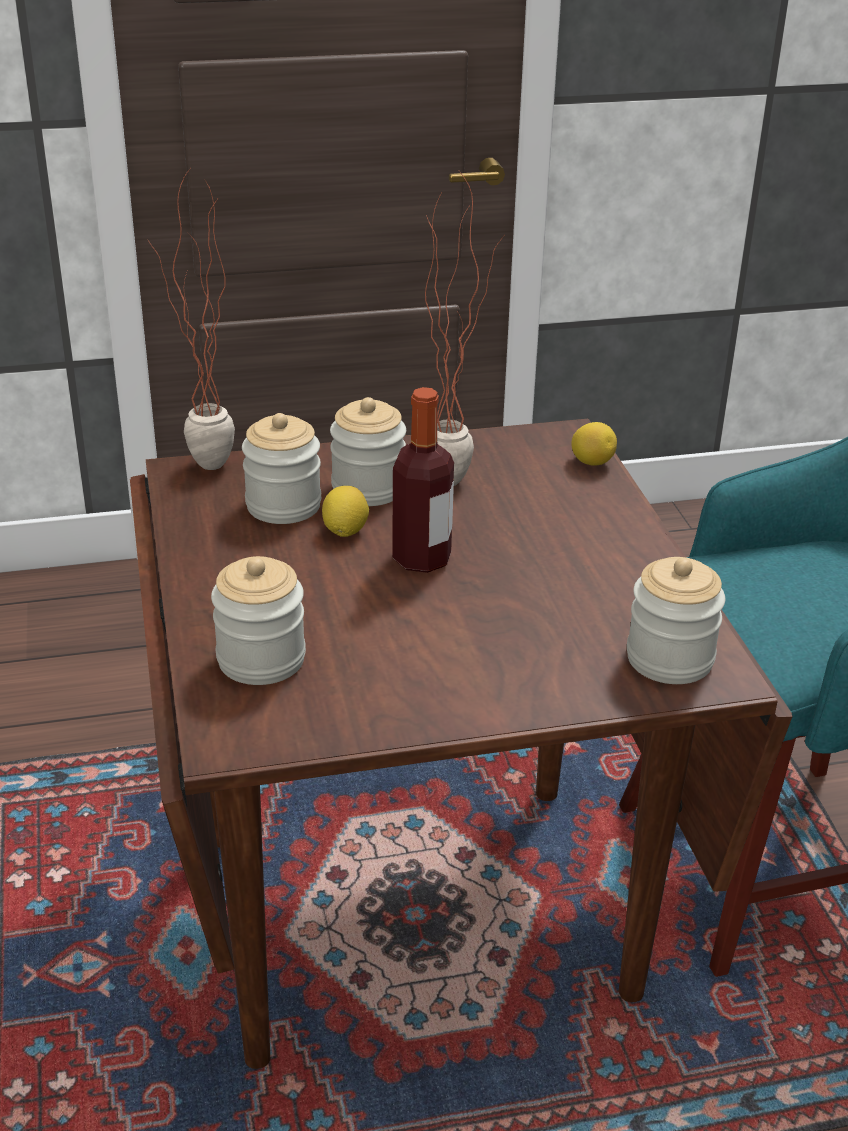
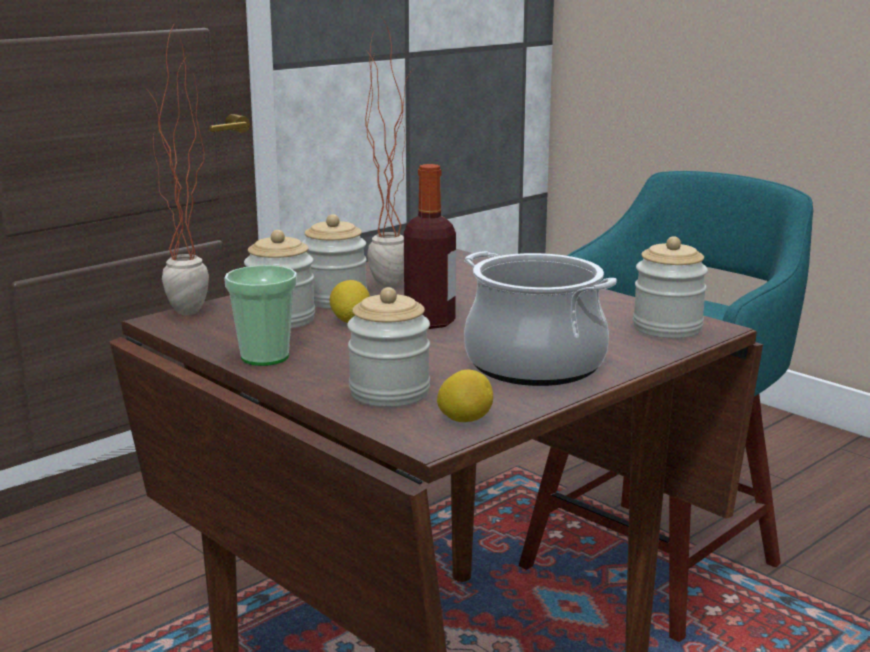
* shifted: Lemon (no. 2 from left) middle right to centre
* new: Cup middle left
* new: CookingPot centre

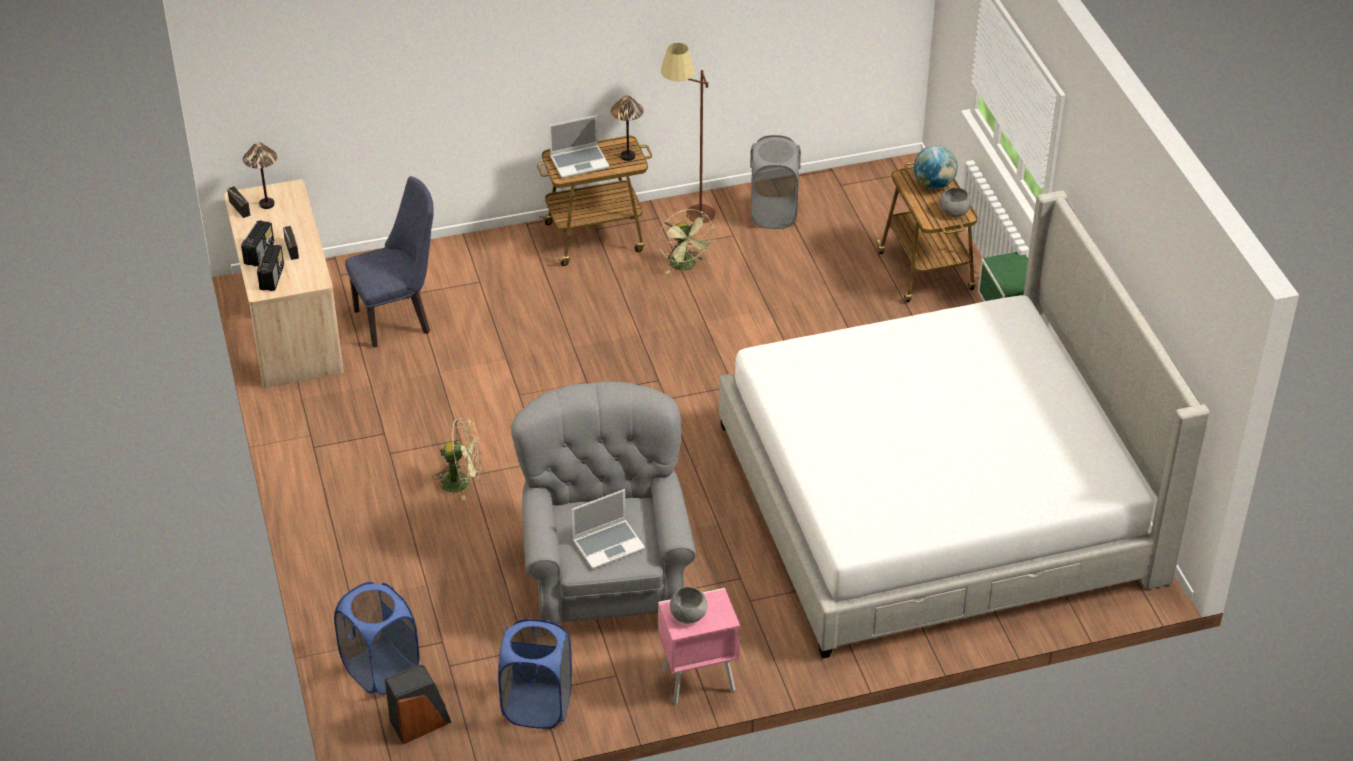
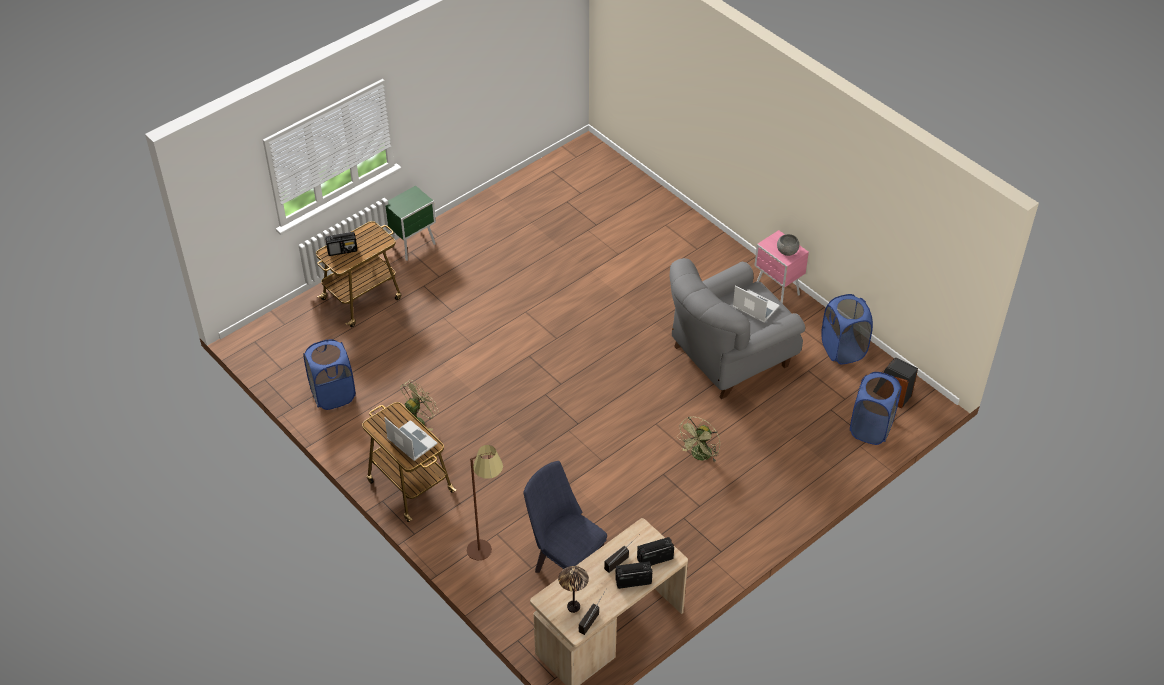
* rotated: GreenFan (no. 1 from left in the first image) centre = centre 120 degrees counterclockwise
* gone: TableLamp (no. 2 from left) top centre
* shifted: BrownFloorLamp top centre to bottom centre
* gone: Bed middle right
* repainted: GreyLaundryBasket top centre to BlueLaundryBasket (no. 1 from left) middle left
* swapped: Globe top right to Radio (no. 1 from left) middle left
* gone: GreyBowl (no. 2 from left) top right

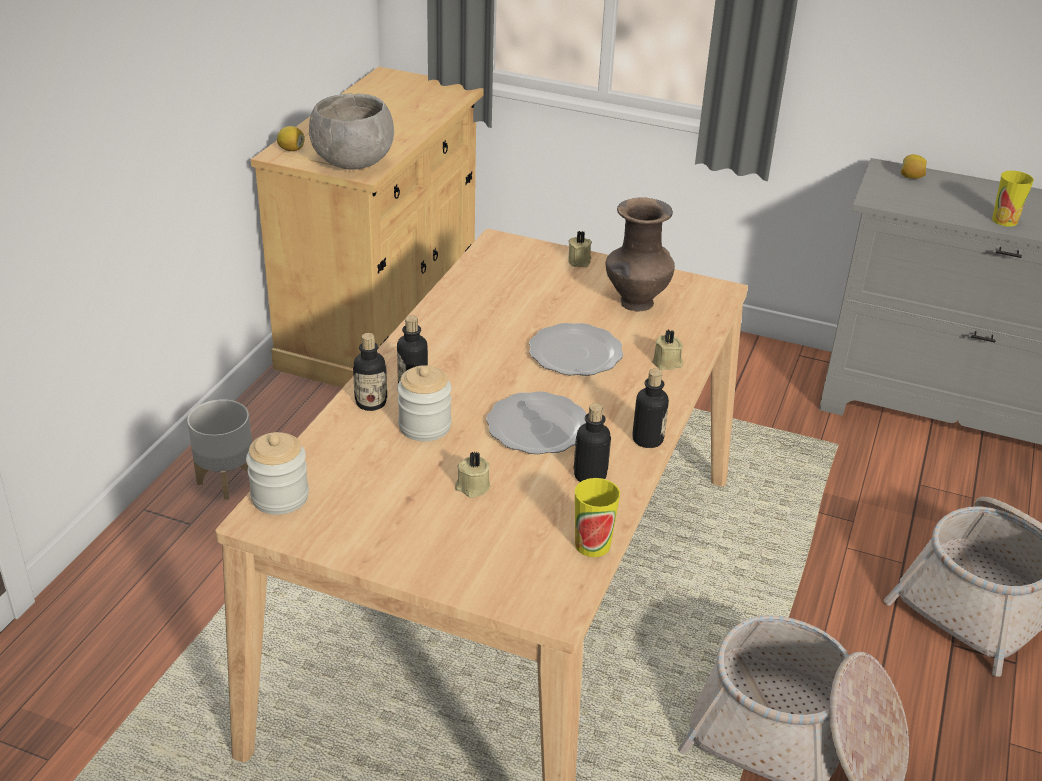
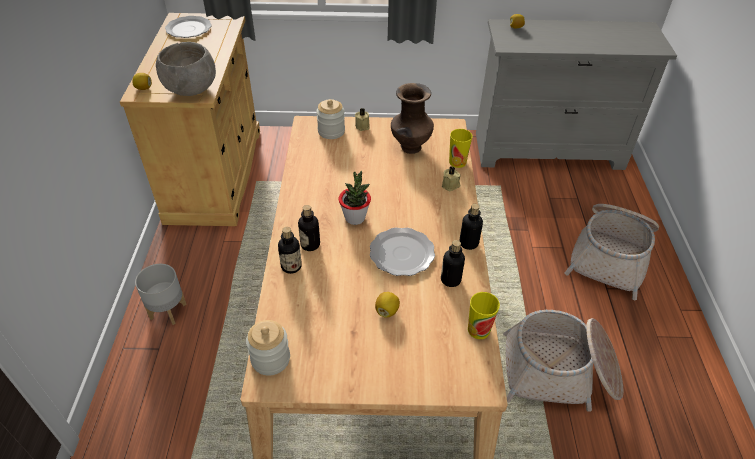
* shifted: Jar (no. 2 from left) centre to top centre
* swapped: BeigeCandle (no. 1 from left) centre to Lemon (no. 2 from left) centre
* shifted: Plate (no. 2 from left in the first image) centre to Plate (no. 1 from left) top left
* shifted: Cup (no. 2 from left in the first image) top right to Cup (no. 1 from left) top centre
* new: PottedPlant centre

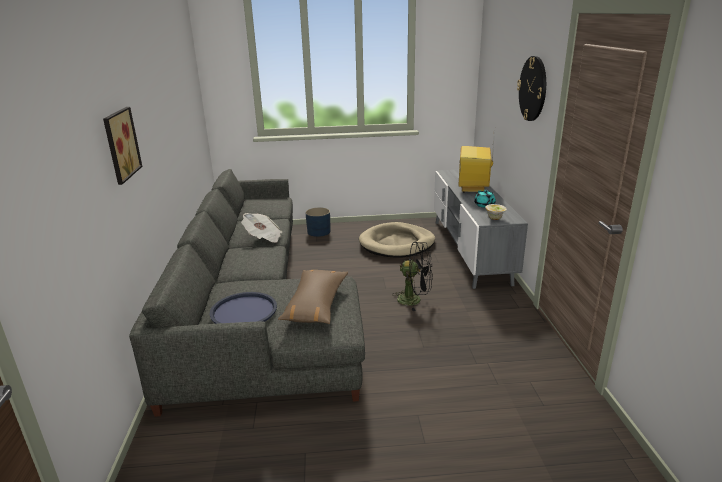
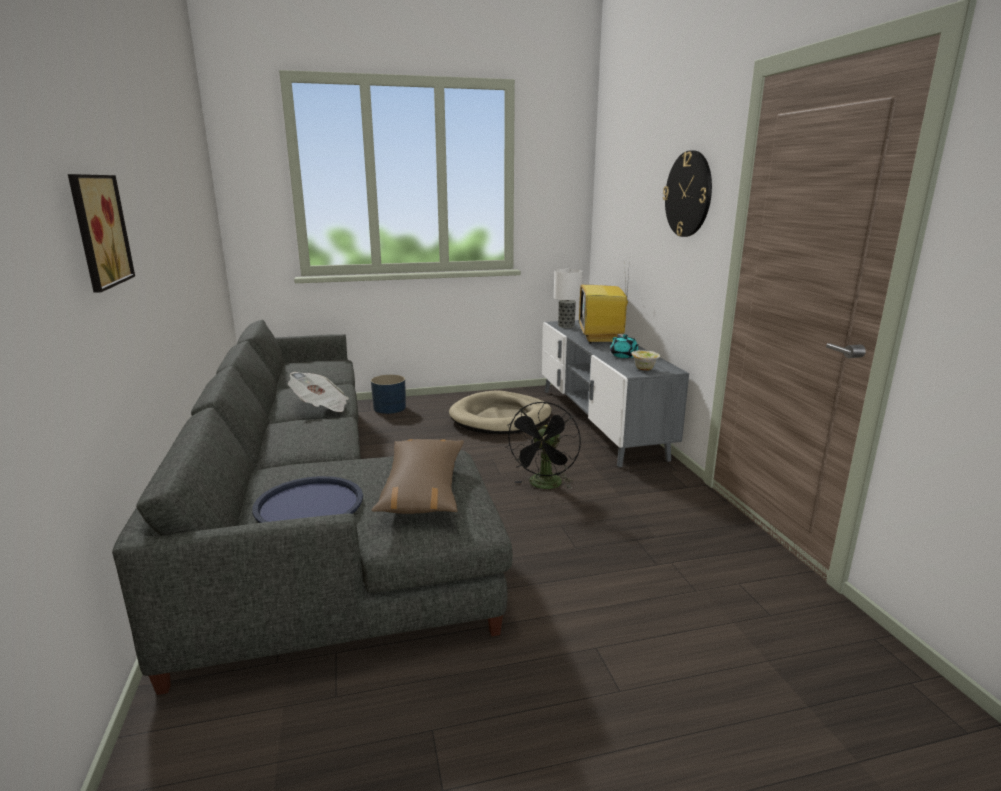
* rotated: BlackFan centre = centre 105 degrees clockwise
* new: TableLamp centre

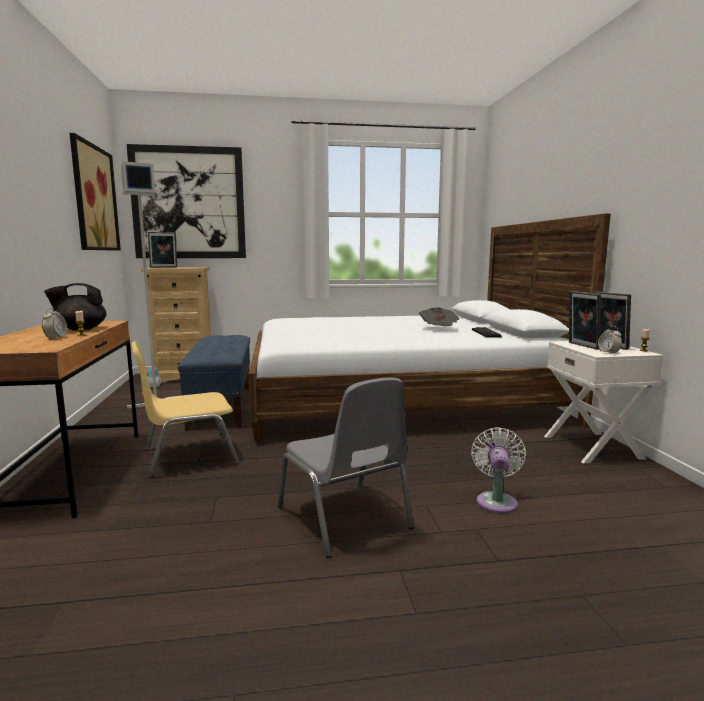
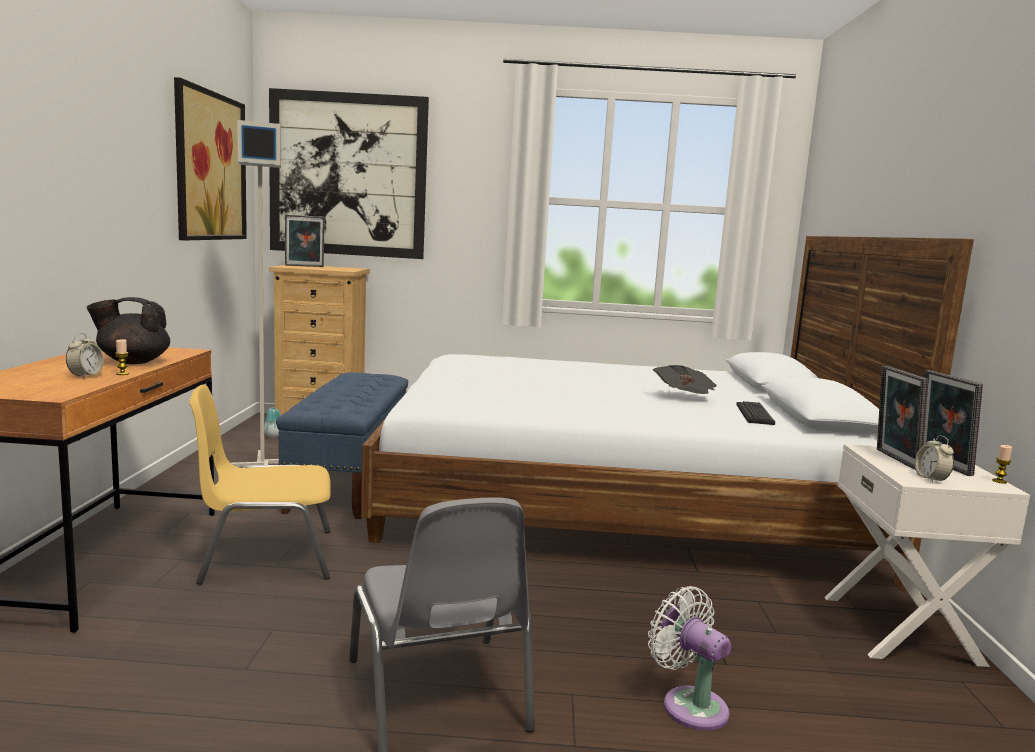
* rotated: WhiteFan bottom right = bottom centre 60 degrees counterclockwise

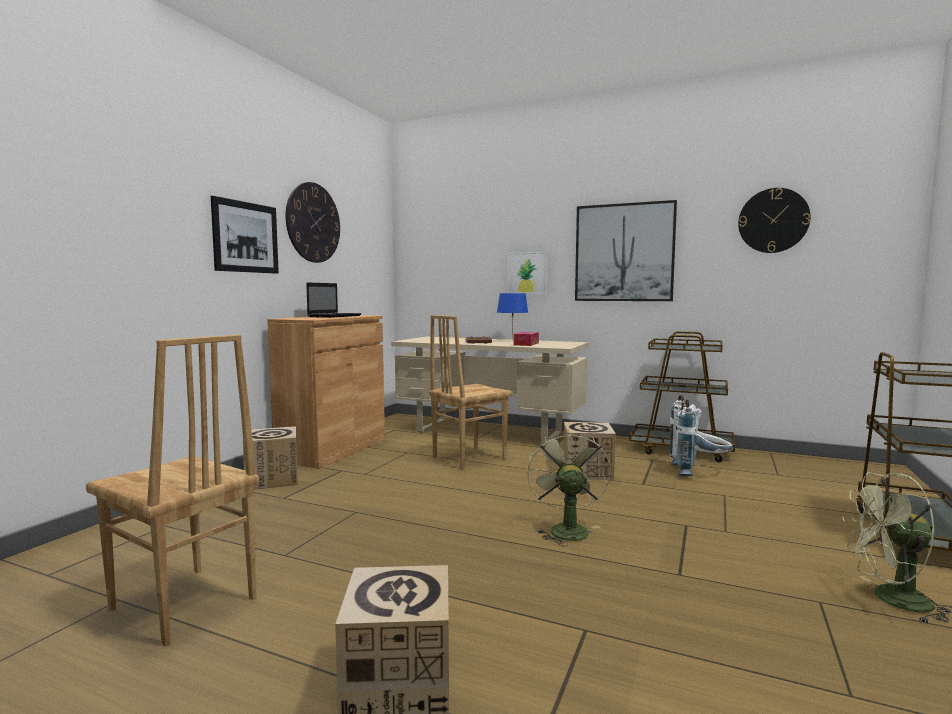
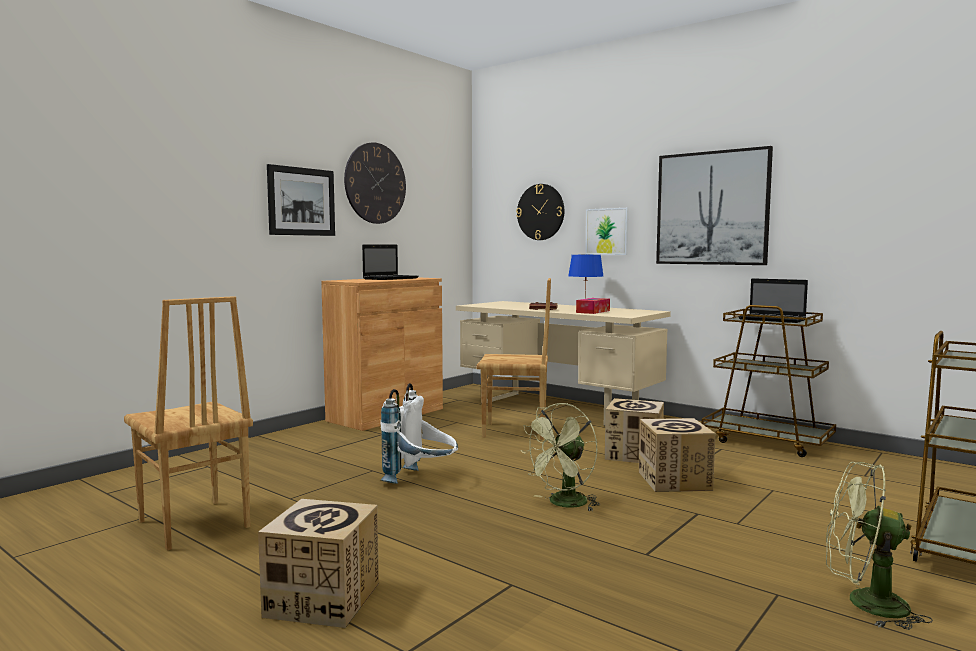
* shifted: CardboardBox (no. 1 from left in the first image) middle left to CardboardBox (no. 3 from left) bottom right
* rotated: BrownChair (no. 2 from left) centre = centre 150 degrees counterclockwise
* rotated: GreenFan (no. 1 from left) bottom centre = bottom centre 150 degrees counterclockwise
* shifted: WhiteBackpack middle right to centre
* shifted: WallClock (no. 2 from left) top right to top centre
* new: Laptop (no. 2 from left) middle right

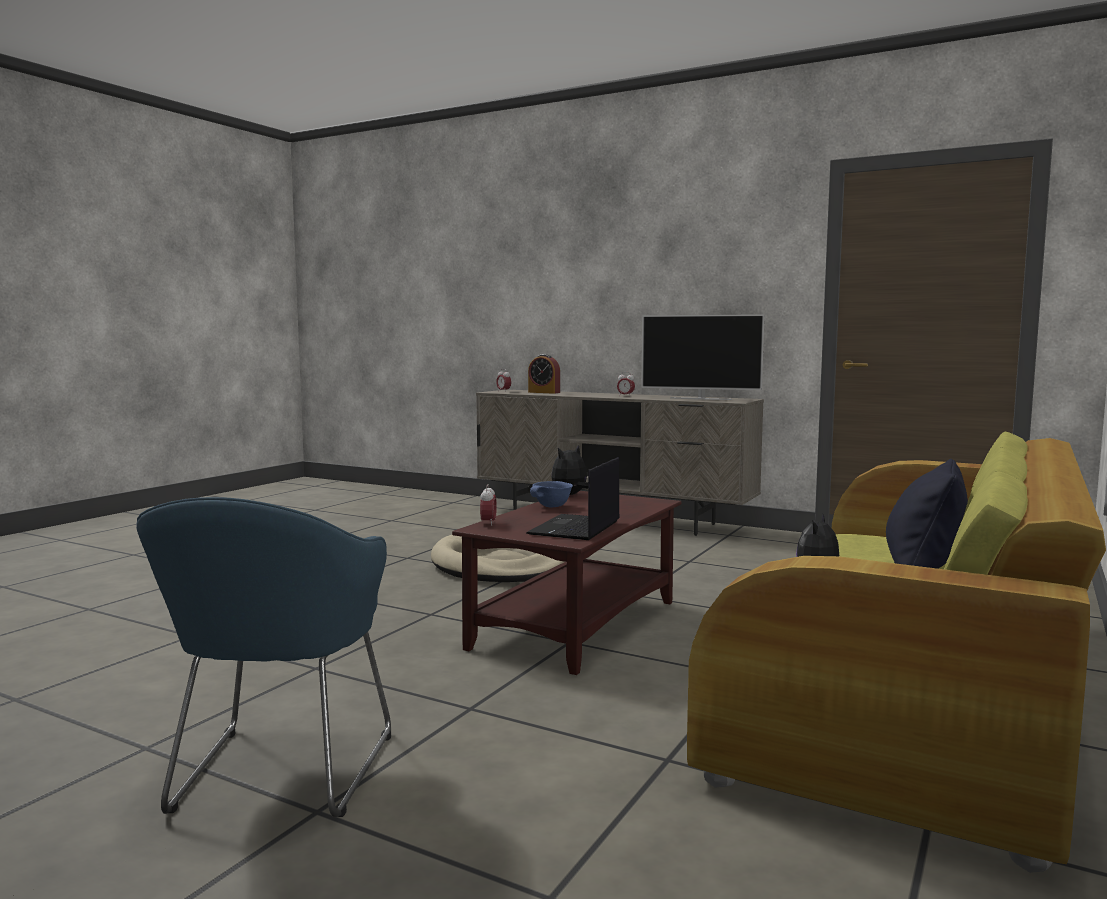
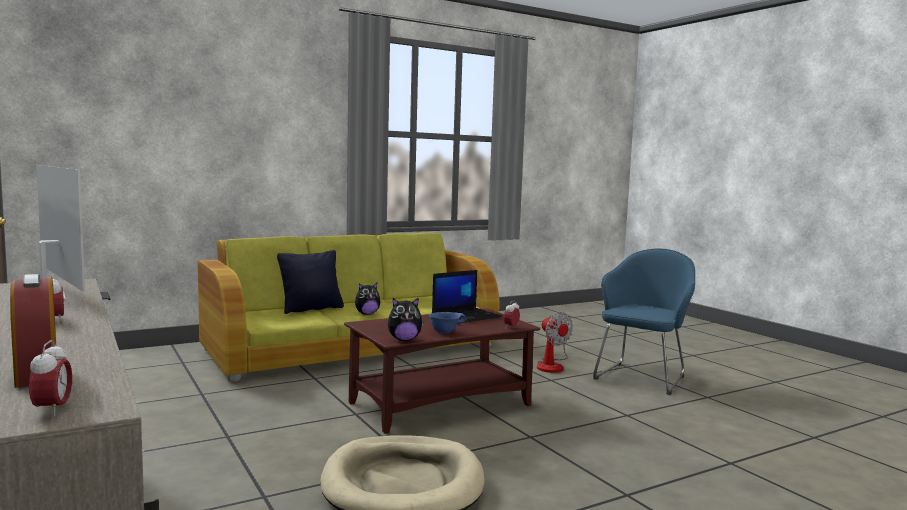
* new: Fan bottom centre

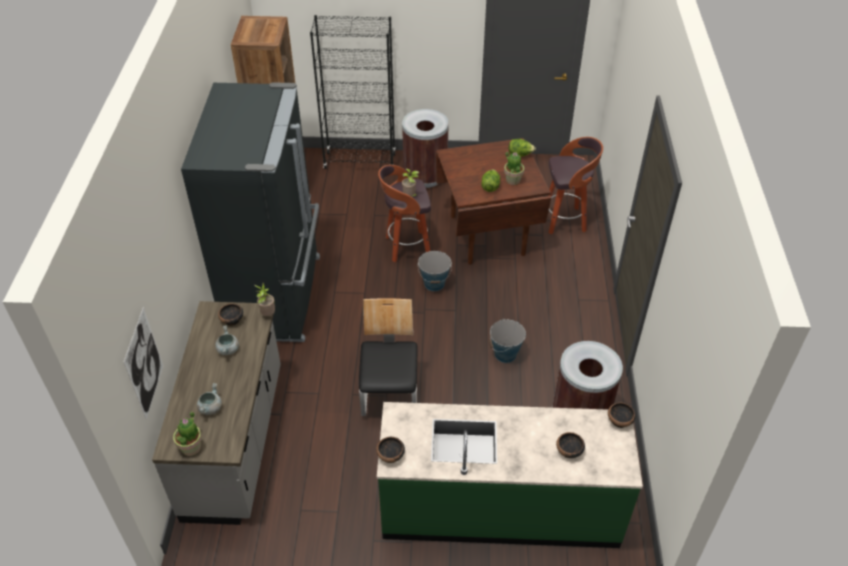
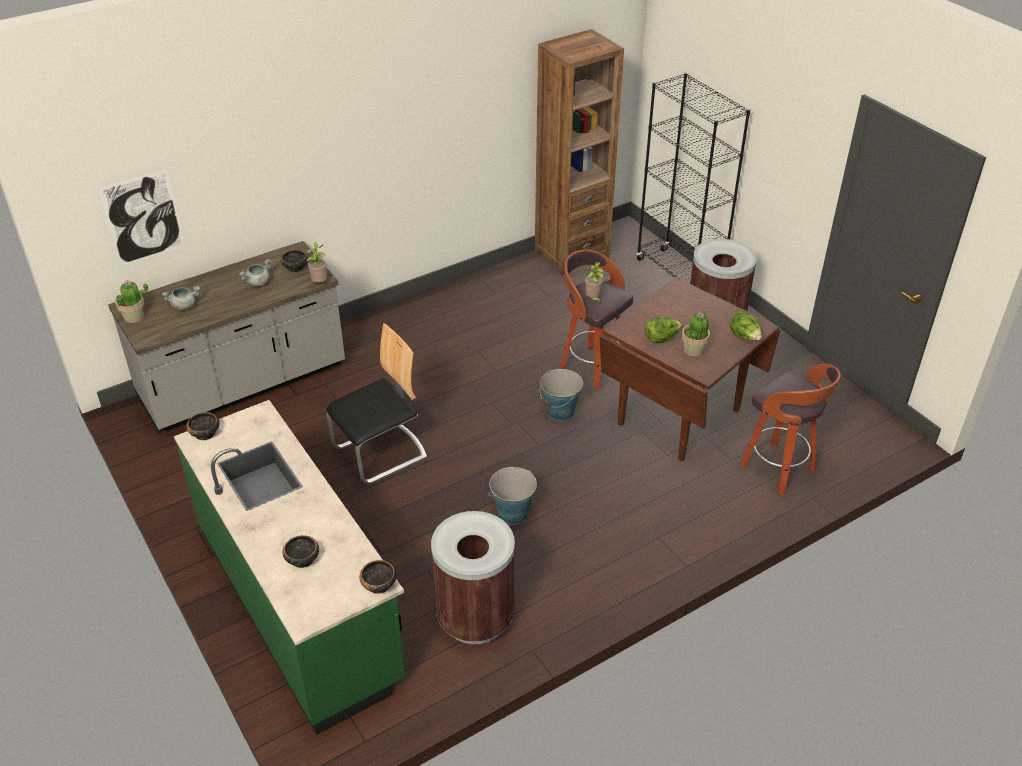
* gone: BlackFridge middle left

